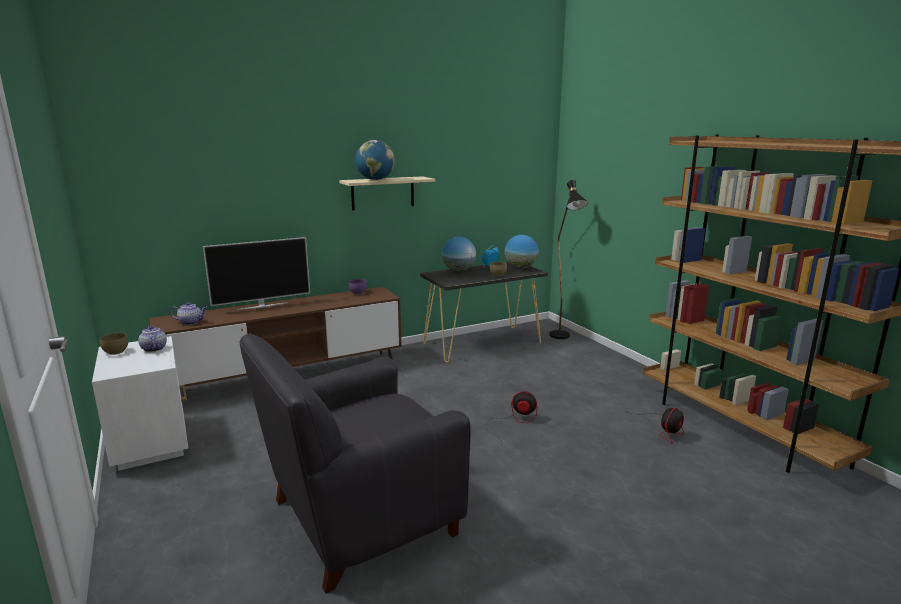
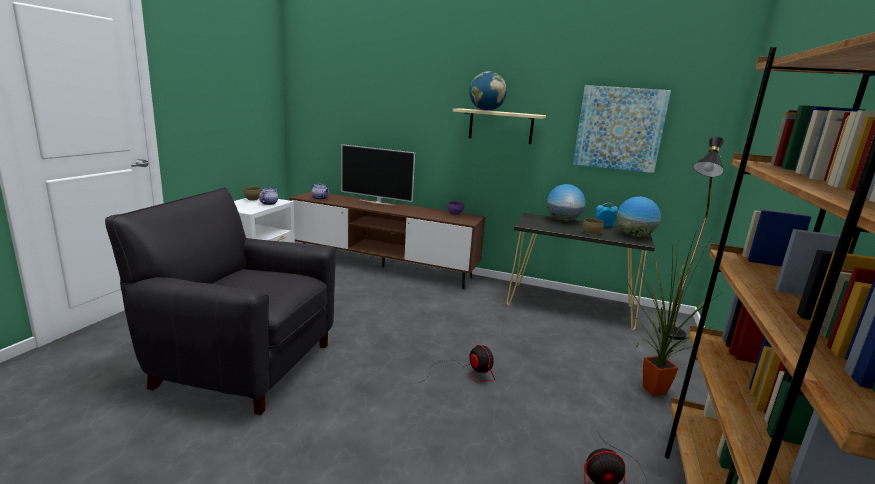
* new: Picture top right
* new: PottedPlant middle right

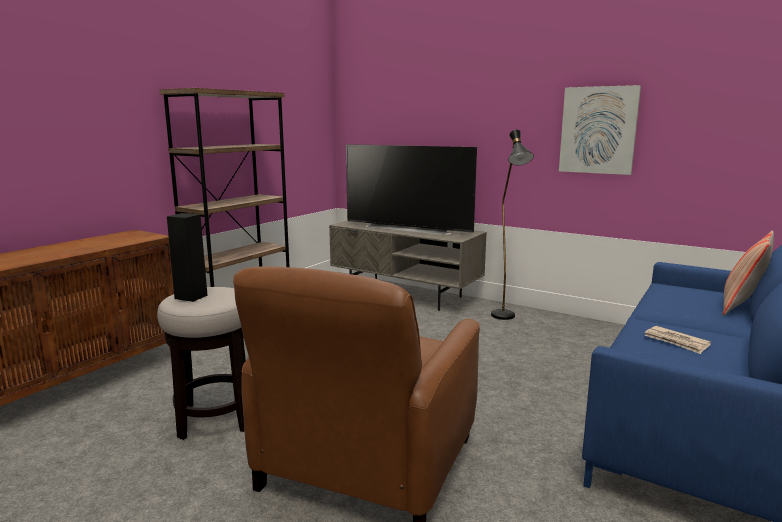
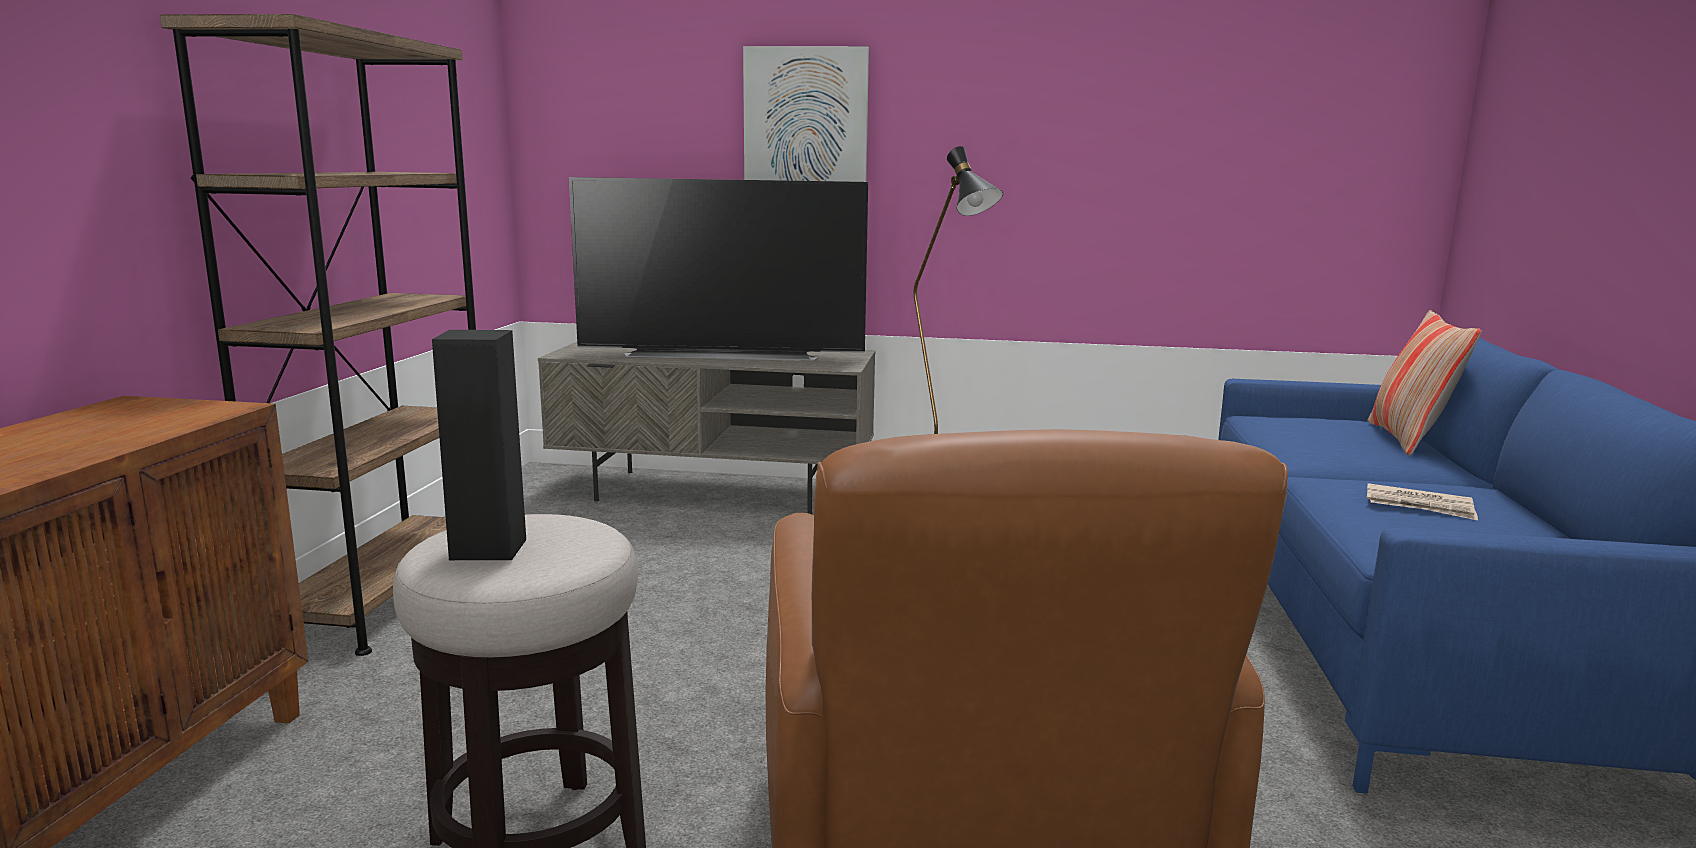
* shifted: Picture top right to top centre

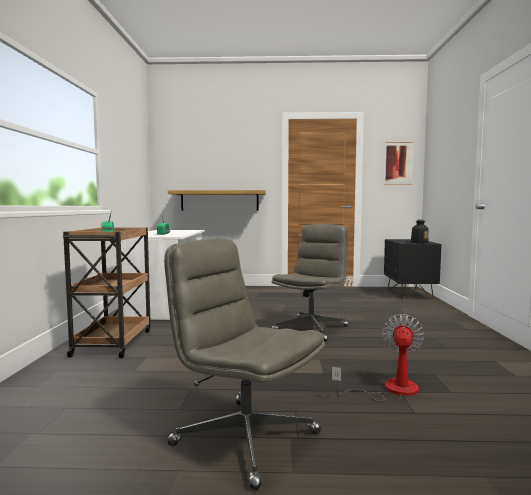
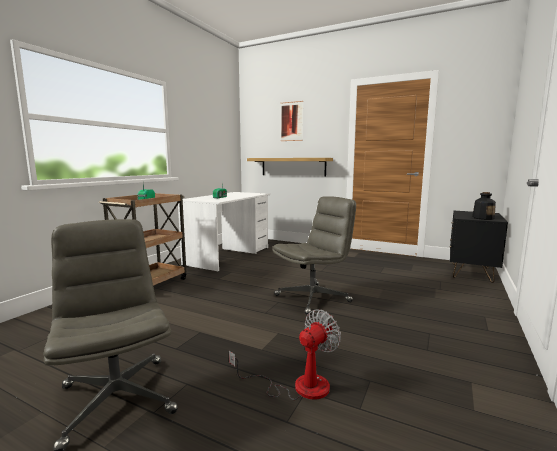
* shifted: Picture top right to top centre

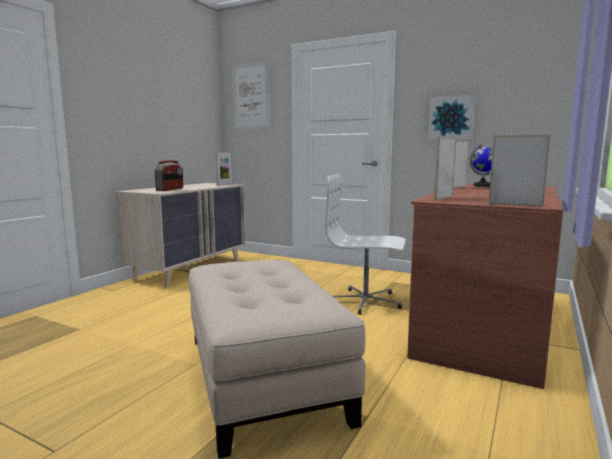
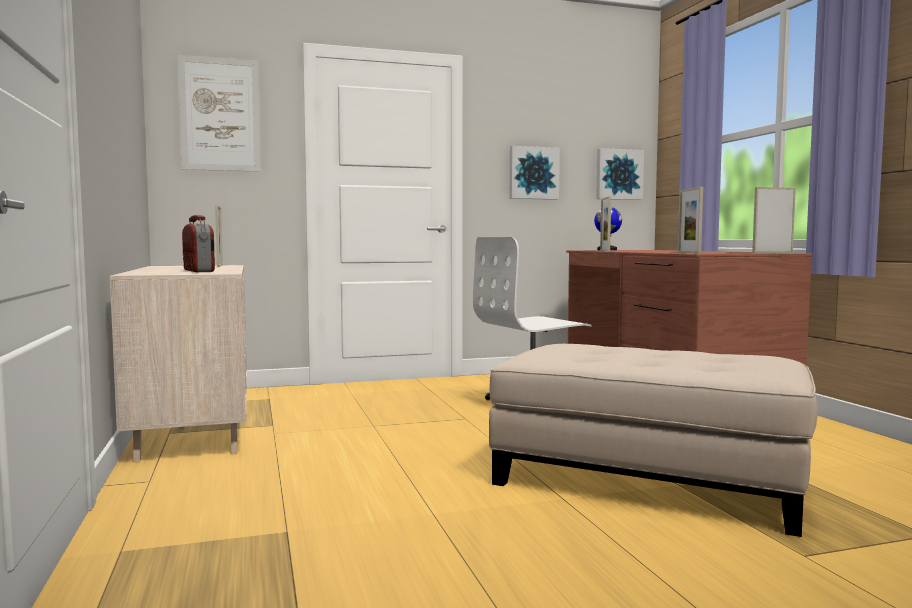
* new: Picture (no. 3 from left) top right

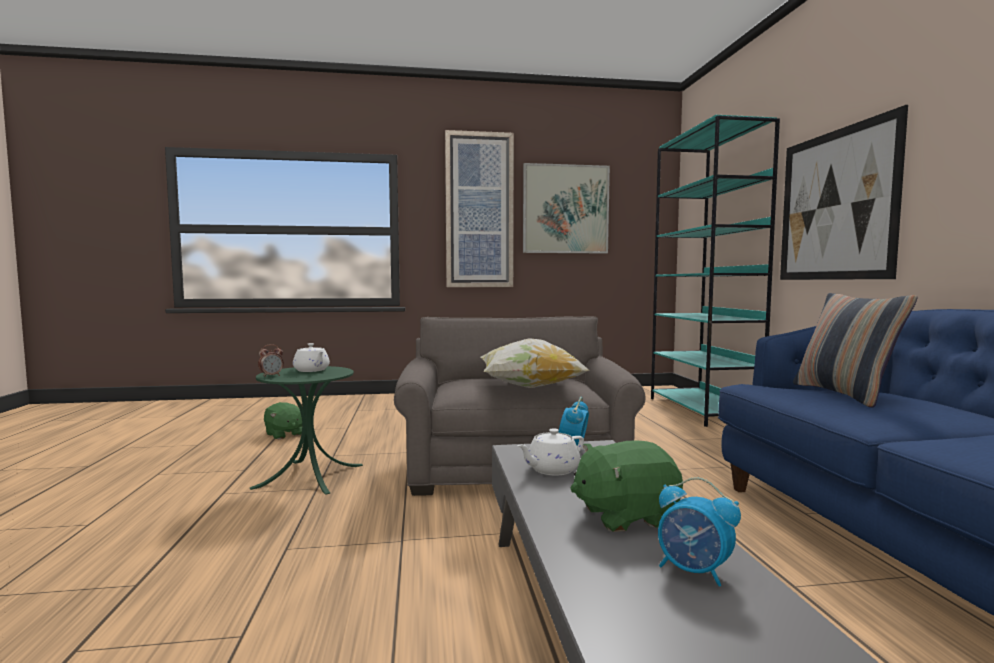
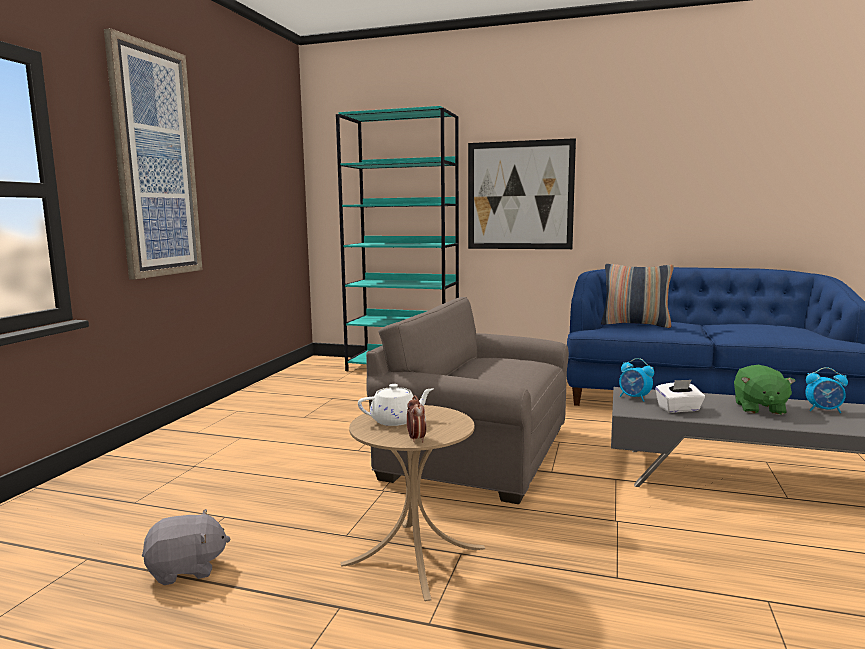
* repainted: GreenSideTable middle left to BeigeSideTable bottom centre
* repainted: GreenPlushToy (no. 1 from left) middle left to GreyPlushToy bottom left
* gone: Pillow (no. 1 from left) centre
* swapped: WhiteTeapot (no. 2 from left) bottom centre to WhiteTissueBox middle right
* gone: Picture (no. 2 from left) top centre
* rotated: AlarmClock (no. 3 from left) bottom right = middle right 45 degrees clockwise

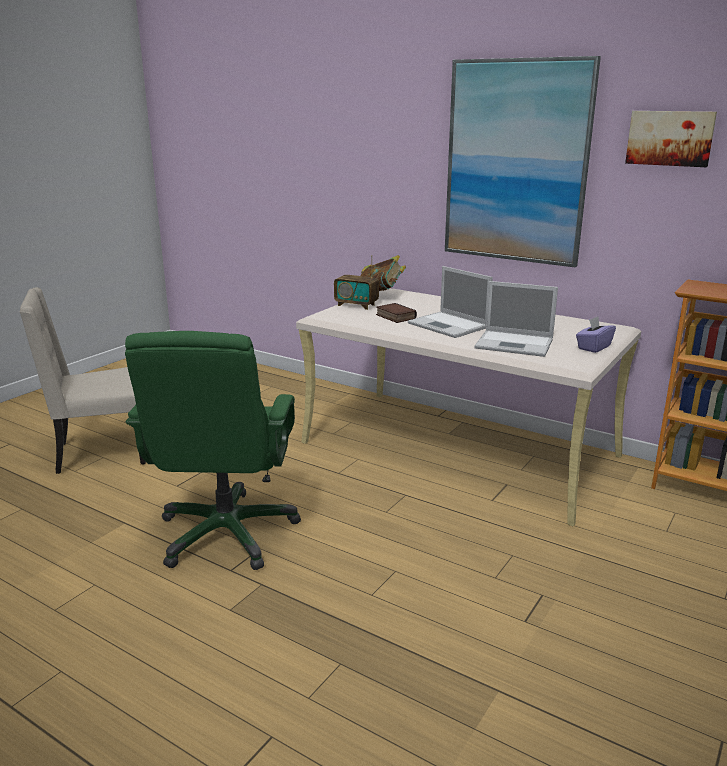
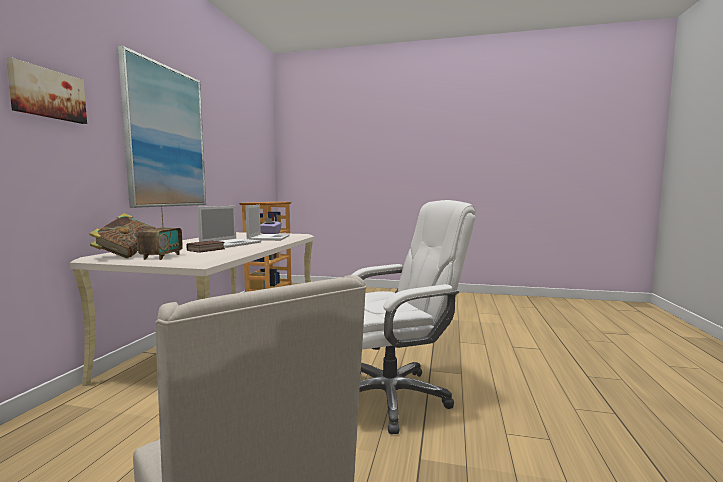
* repainted: GreenOfficeChair middle left to WhiteOfficeChair centre
* shifted: Picture (no. 2 from left in the first image) top right to Picture (no. 1 from left) top left

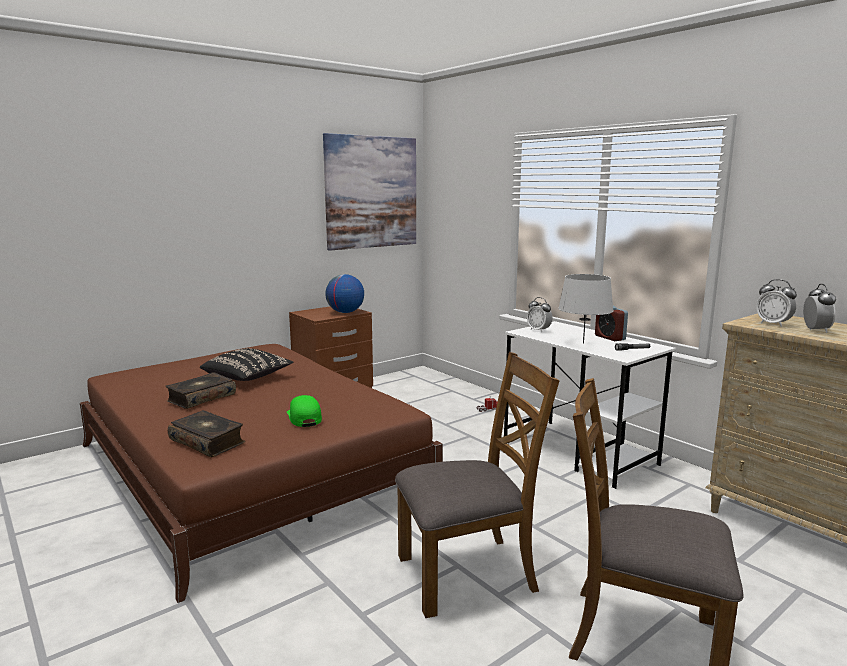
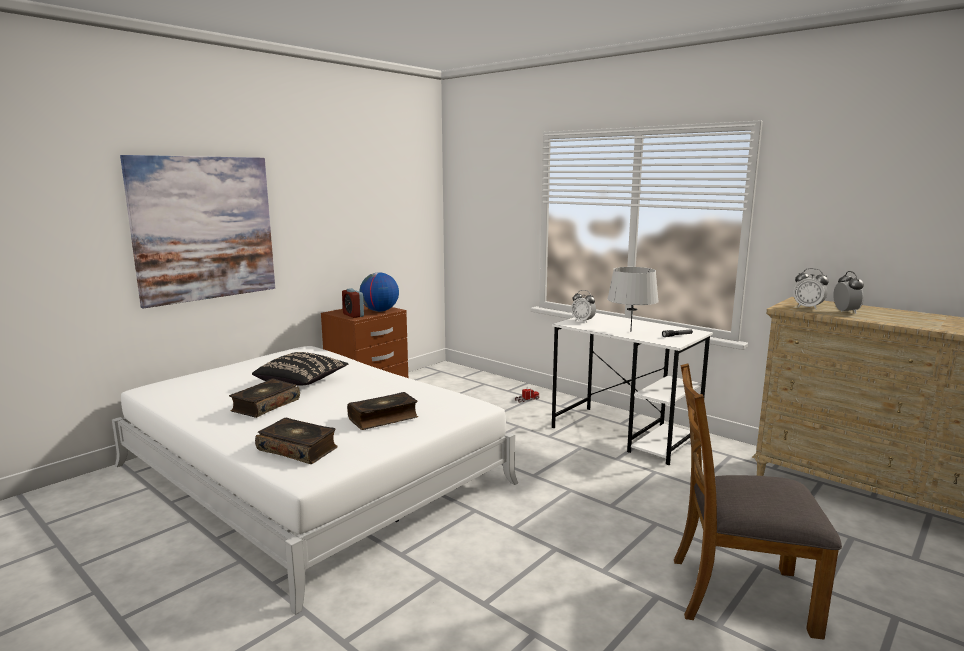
* repainted: BrownBed bottom left to WhiteBed bottom left
* swapped: GreenCap centre to Book (no. 3 from left) centre
* shifted: Picture top centre to middle left
* gone: BrownChair (no. 1 from left) bottom centre
* shifted: AlarmClock (no. 2 from left in the first image) middle right to AlarmClock (no. 1 from left) centre

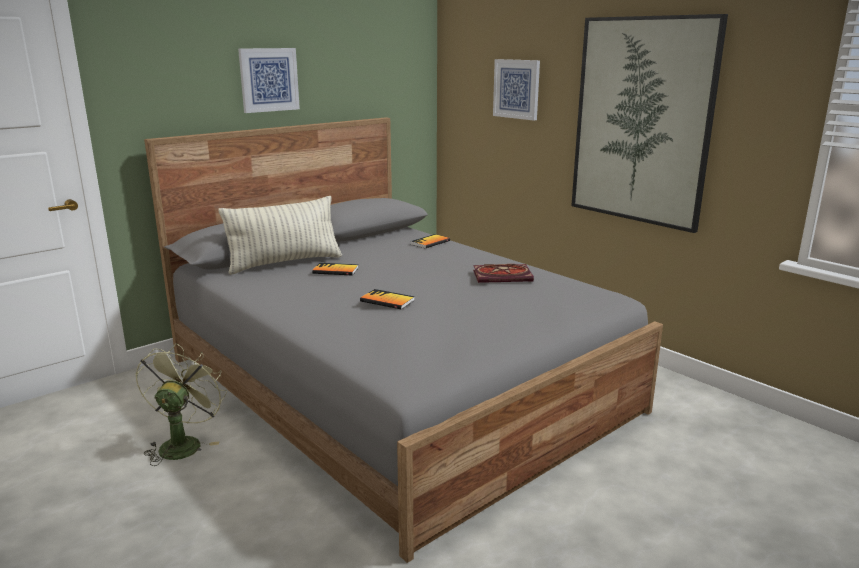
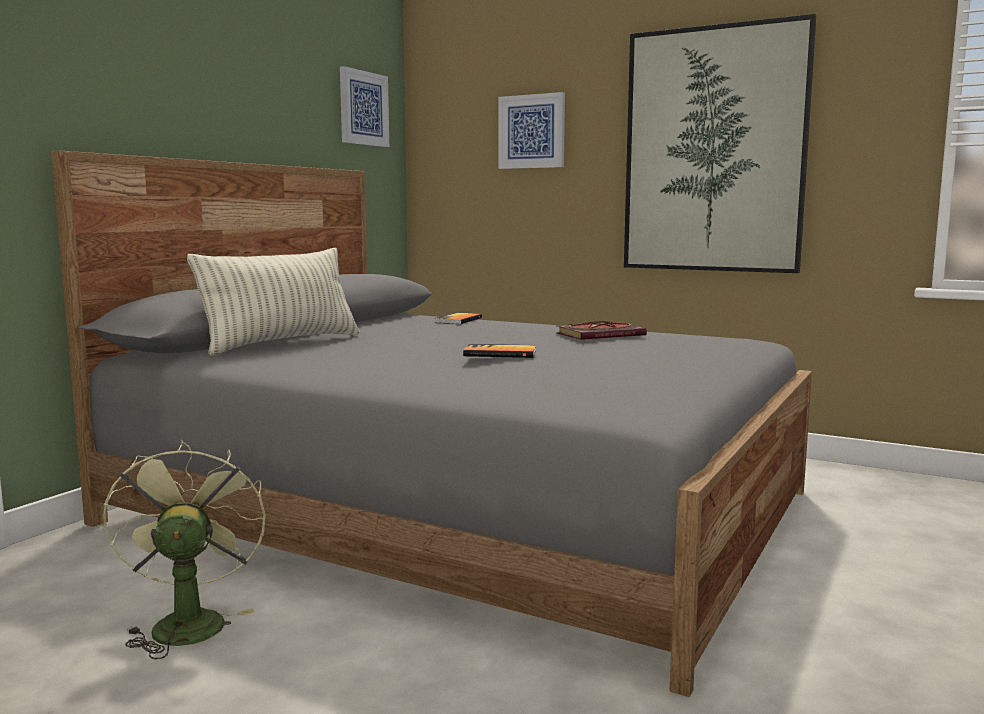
* shifted: Picture (no. 1 from left) top left to top centre
* gone: Book (no. 1 from left) centre

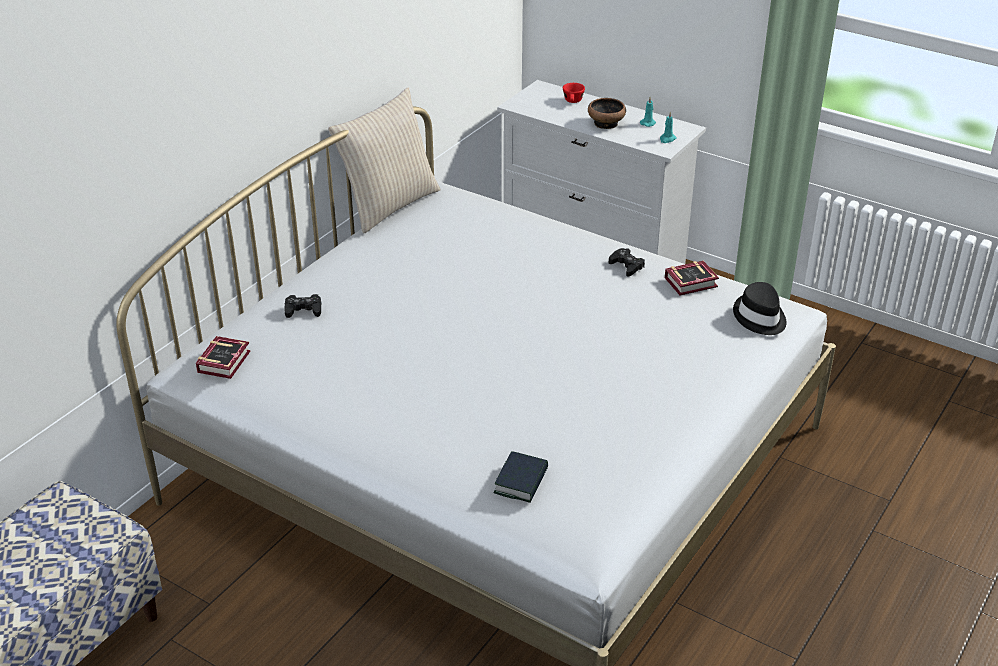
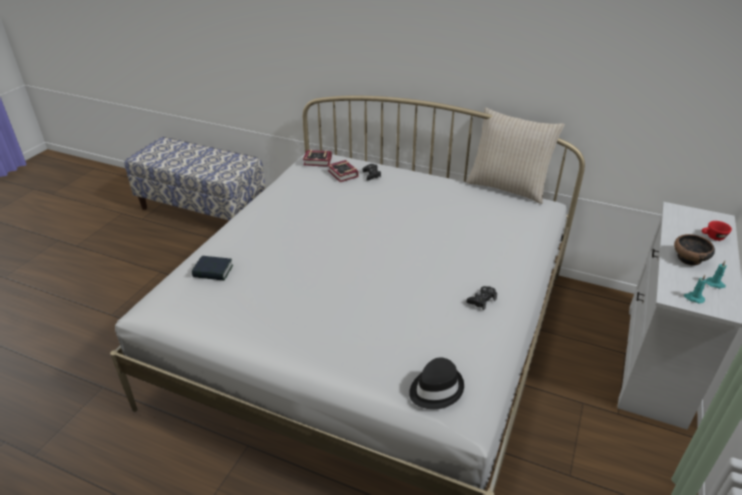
* shifted: Book (no. 3 from left) middle right to centre

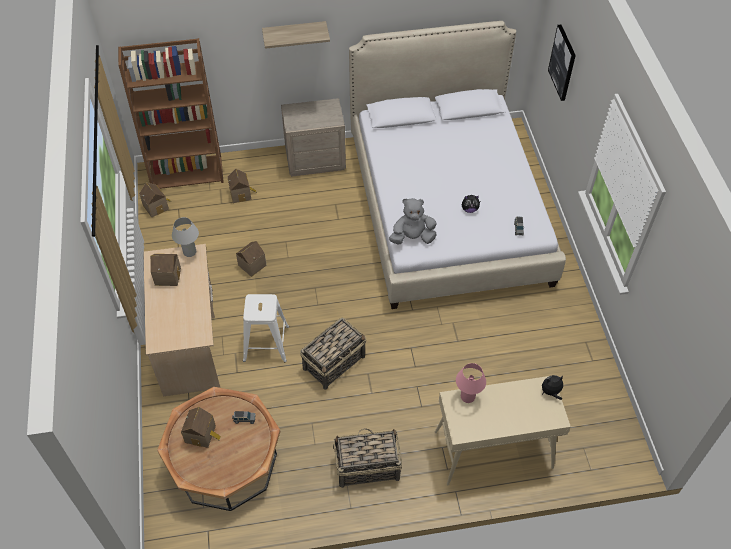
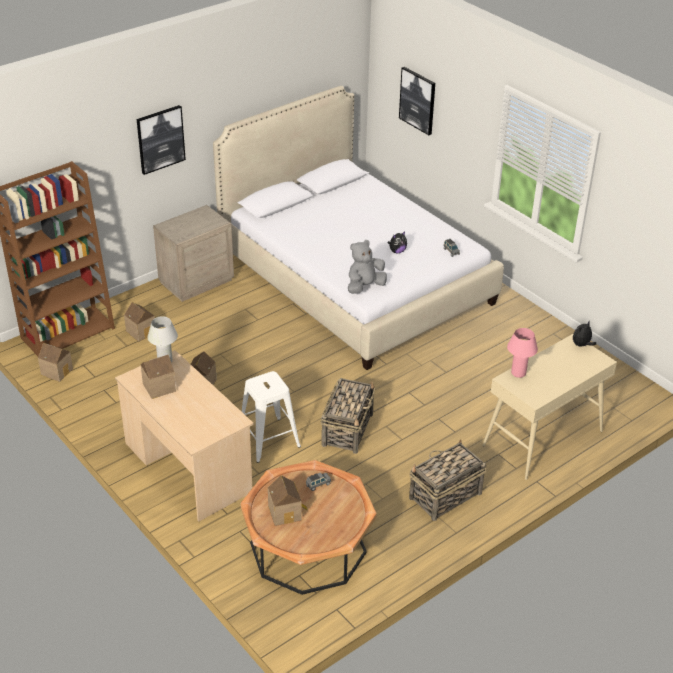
* swapped: Shelf top centre to Picture (no. 1 from left) top left

